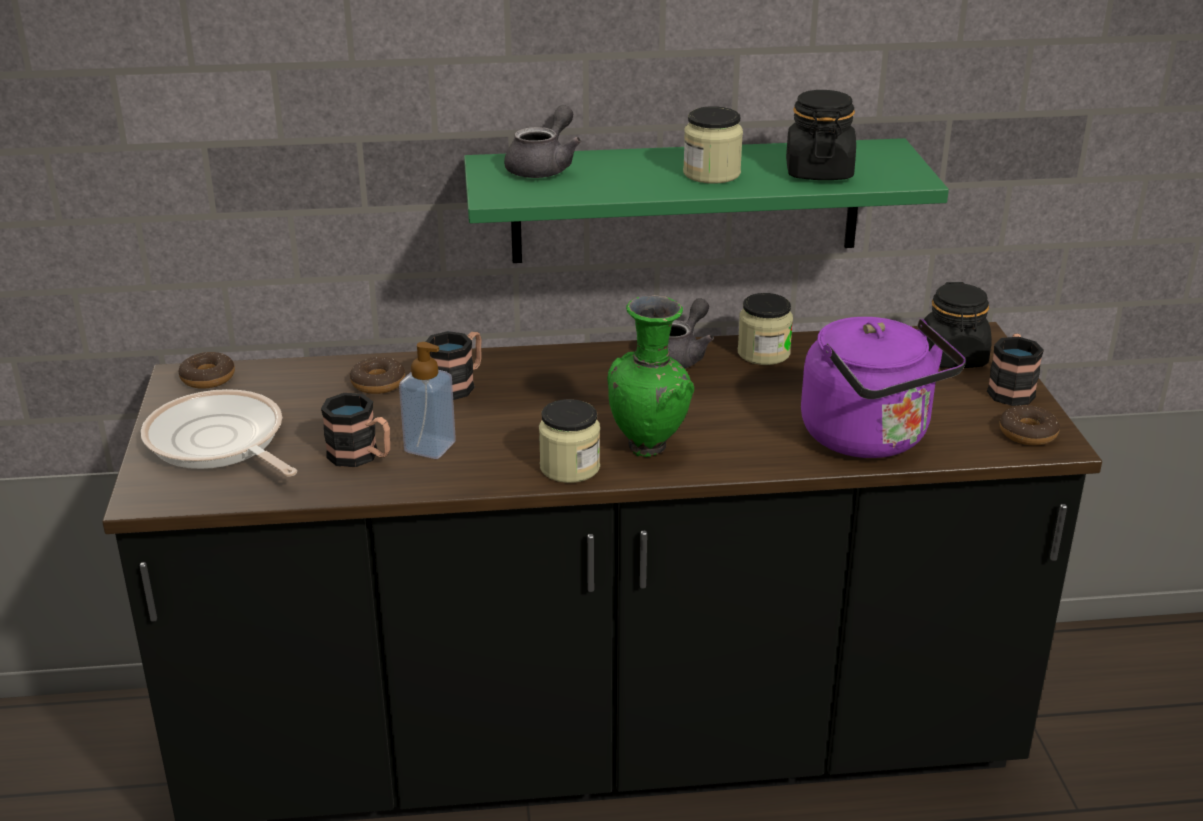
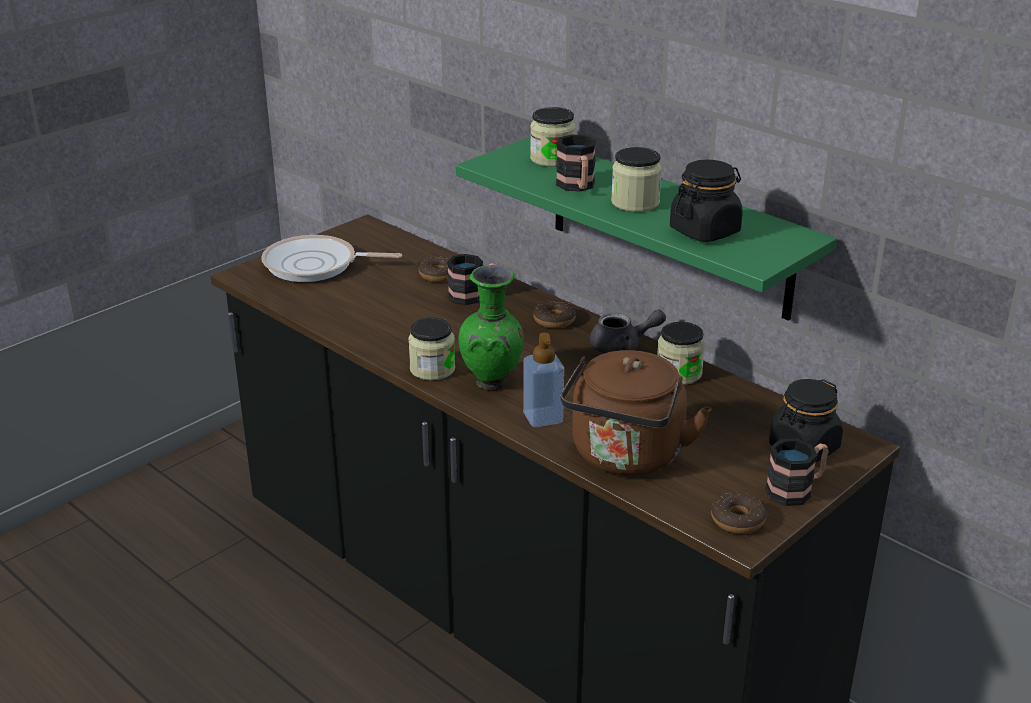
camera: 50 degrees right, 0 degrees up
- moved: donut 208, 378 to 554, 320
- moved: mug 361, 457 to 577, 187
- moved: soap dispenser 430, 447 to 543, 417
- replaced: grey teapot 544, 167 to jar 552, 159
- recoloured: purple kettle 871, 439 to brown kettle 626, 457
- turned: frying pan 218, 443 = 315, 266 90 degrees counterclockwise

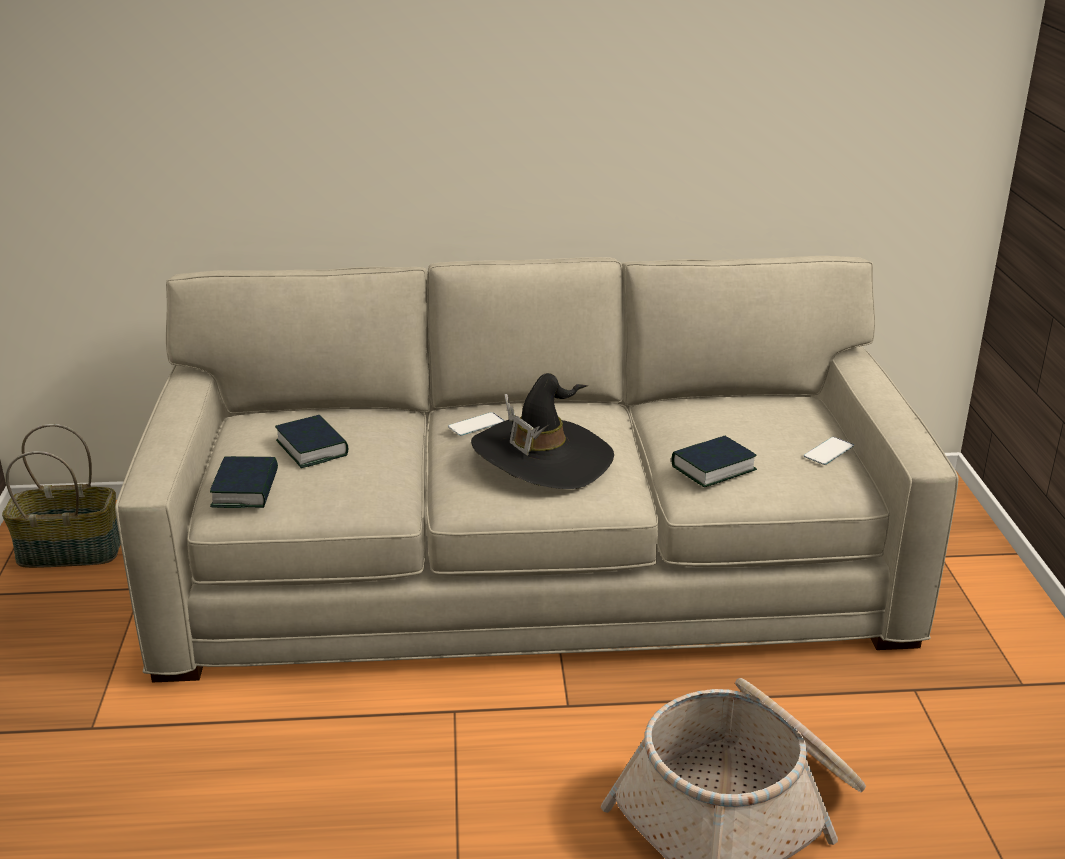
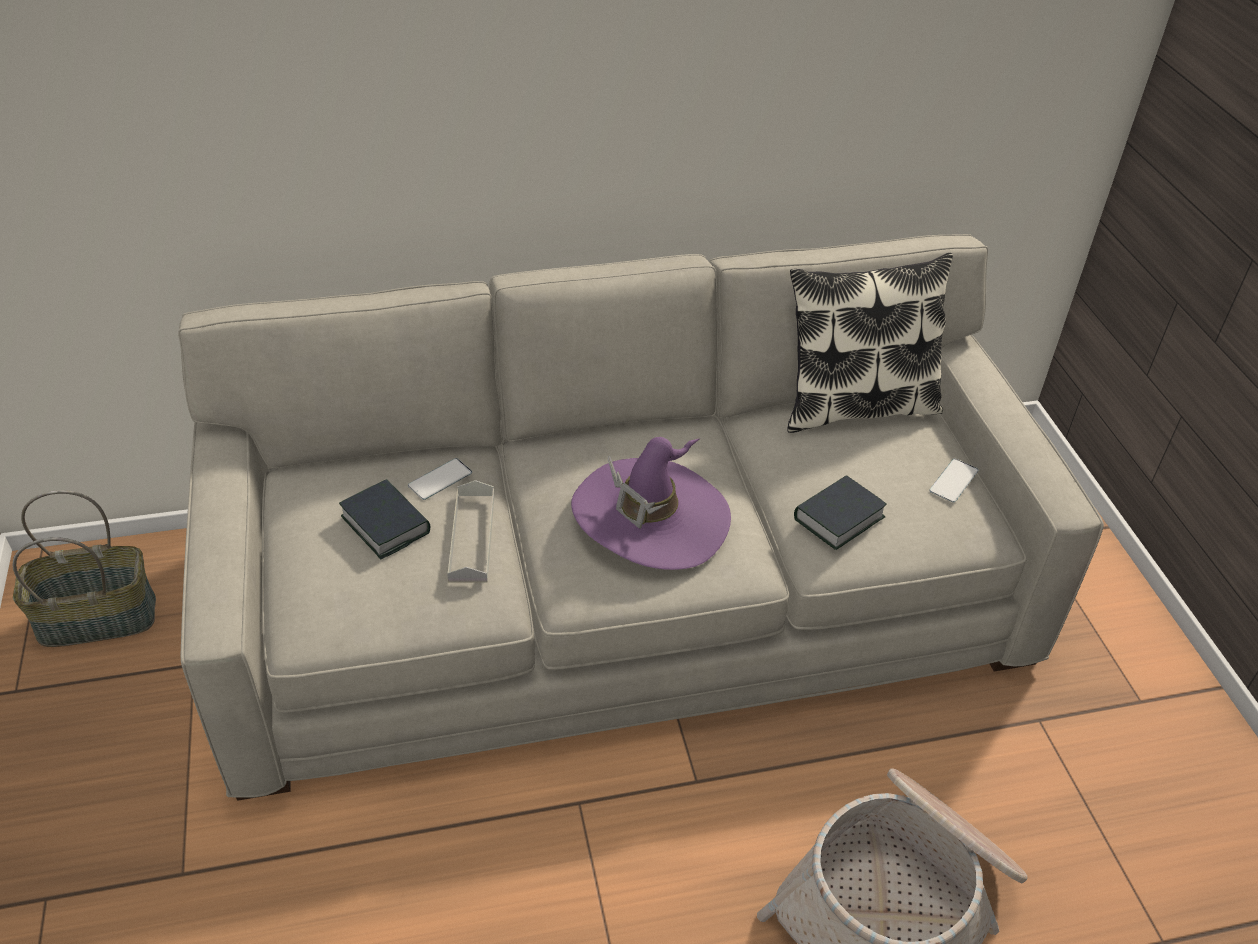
camera: 10 degrees left, 15 degrees up
- removed: book 246, 489
- added: grey tray 472, 537
- added: pillow 856, 405
- moved: phone 476, 424 to 440, 479
- recoloured: black hat 542, 457 to purple hat 650, 517

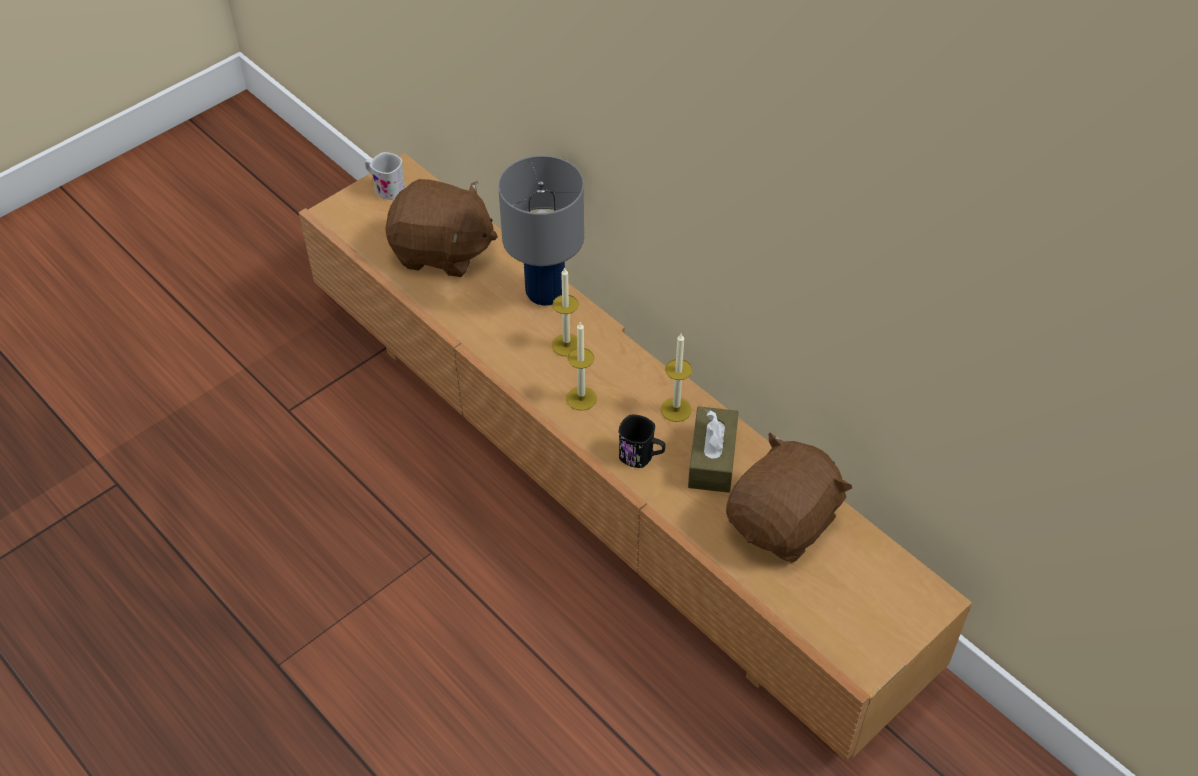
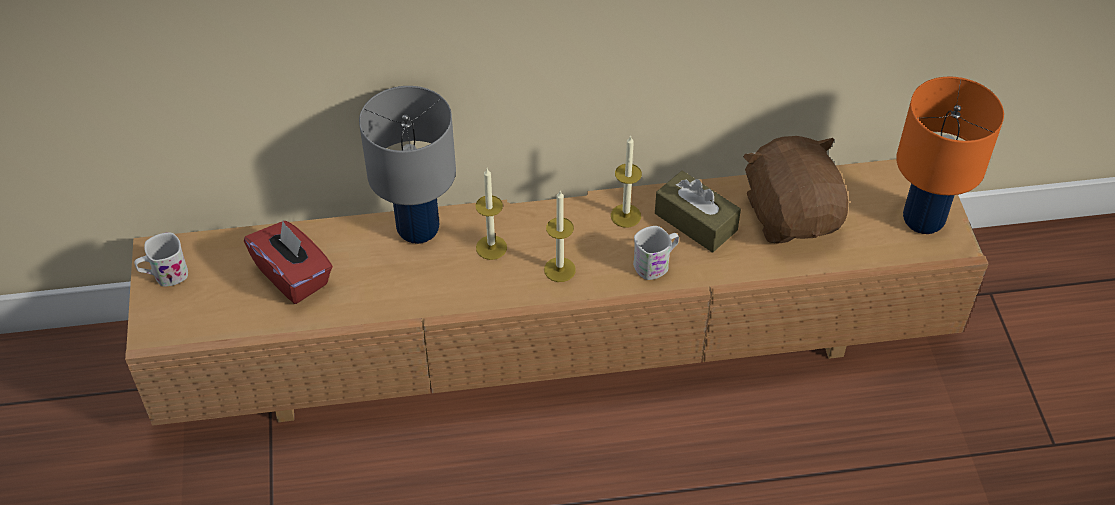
camera: 55 degrees left, 0 degrees up
- added: orange table lamp 920, 219
- replaced: brown plush toy 442, 252 to red tissue box 293, 276
- recoloured: black mug 641, 456 to white mug 656, 264

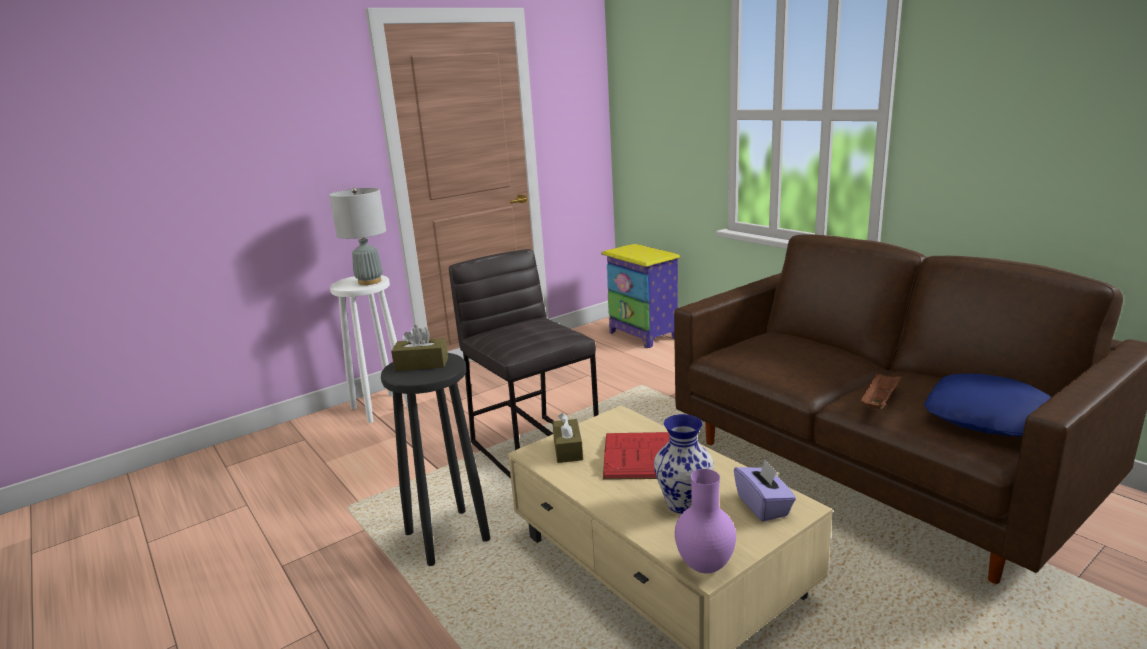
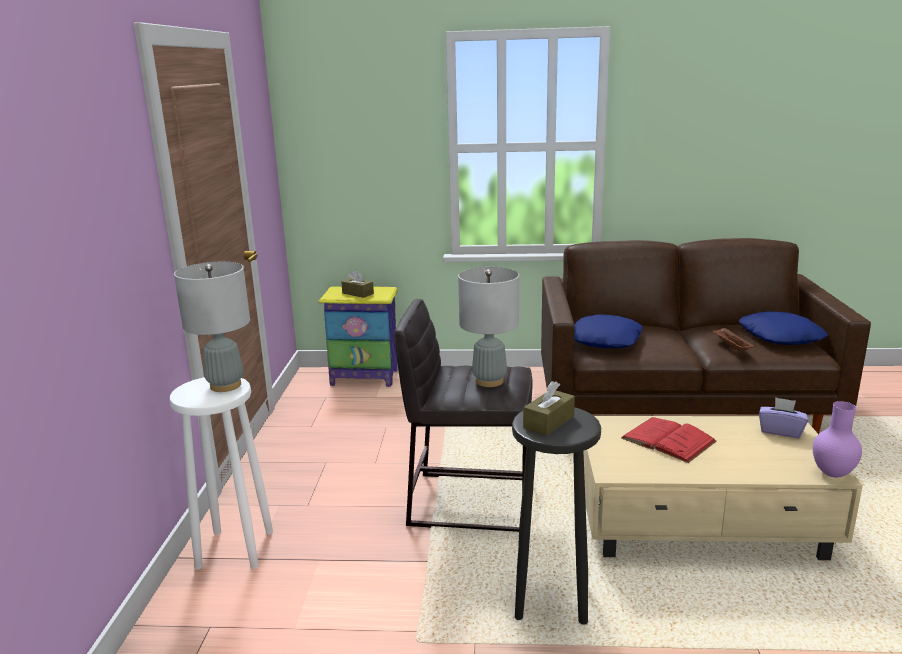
camera: 50 degrees left, 0 degrees up
- removed: vase 684, 504
- added: grey table lamp 489, 381
- added: blue pillow 605, 340
- moved: brown tissue box 568, 449 to 358, 293

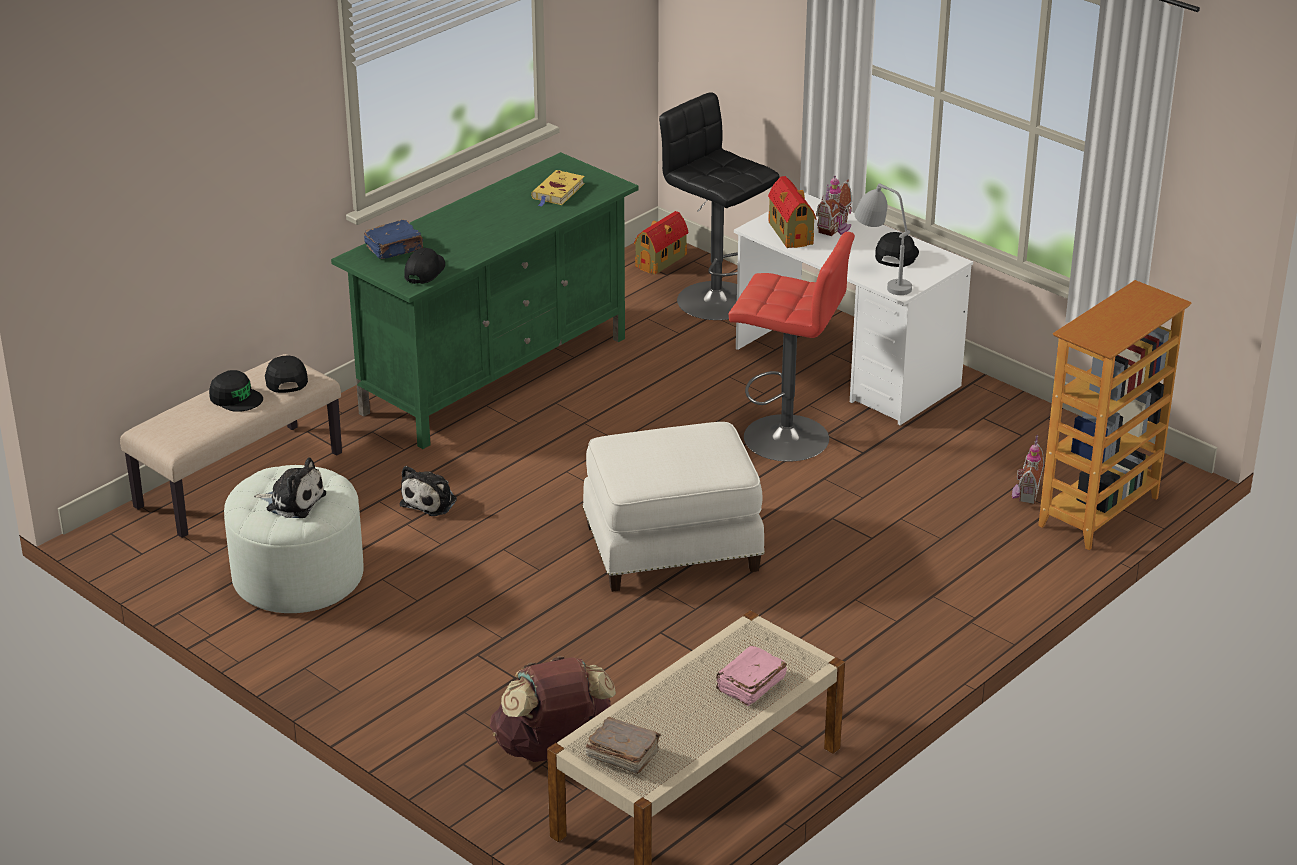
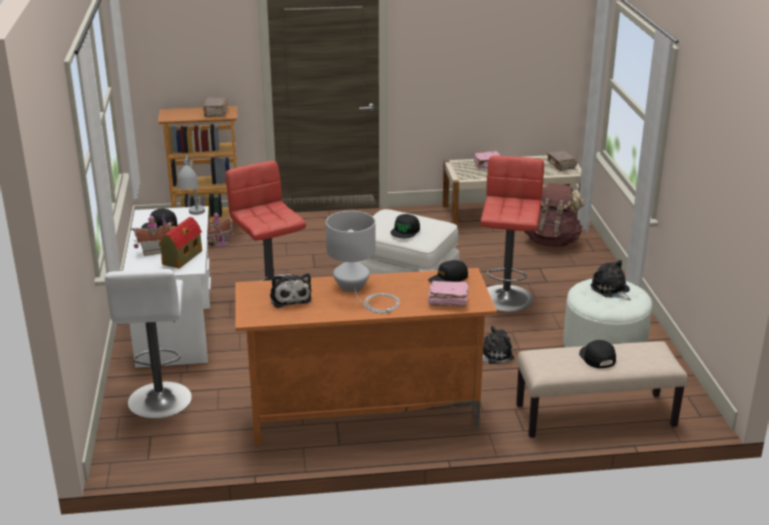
camera: 140 degrees left, 5 degrees down
- removed: toy house 662, 260
- added: brown book 215, 112
- added: grey table lamp 362, 292
- added: red stool 506, 298
- moved: black cap 285, 379 to 405, 231
- replaced: yellow book 557, 192 to plush toy 290, 297
- recoloured: green dresser 495, 375 to orange dresser 364, 414
- recoloured: blue book 395, 249 to pink book 447, 300
- recoloured: black stool 715, 300 to white stool 159, 400

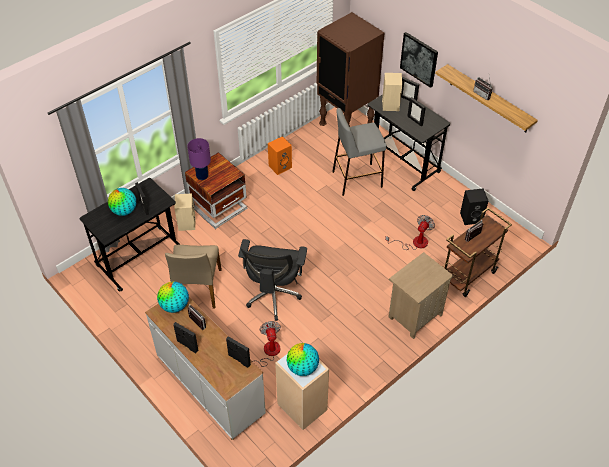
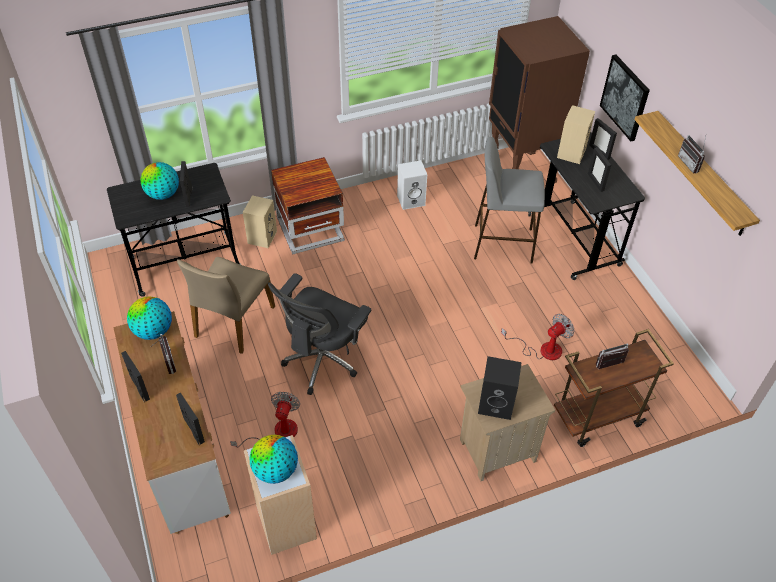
camera: 20 degrees right, 0 degrees up
- removed: purple table lamp 202, 177
- moved: black speaker 471, 217 to 497, 404
- recoloured: orange speaker 280, 166 to white speaker 411, 200

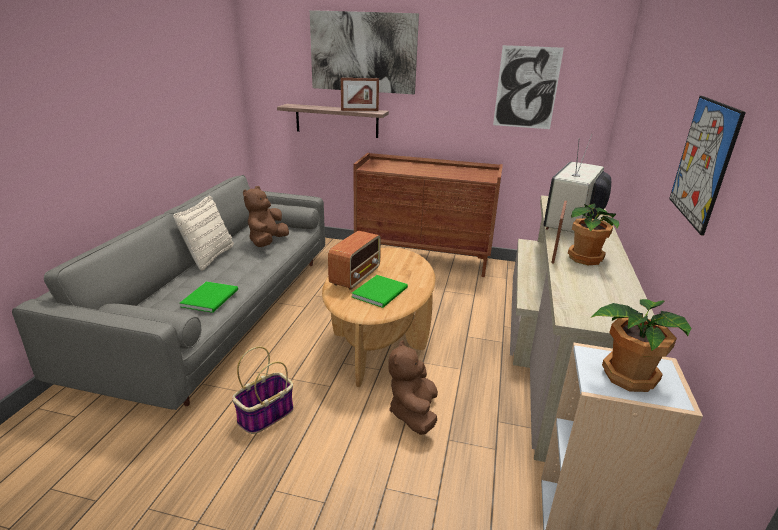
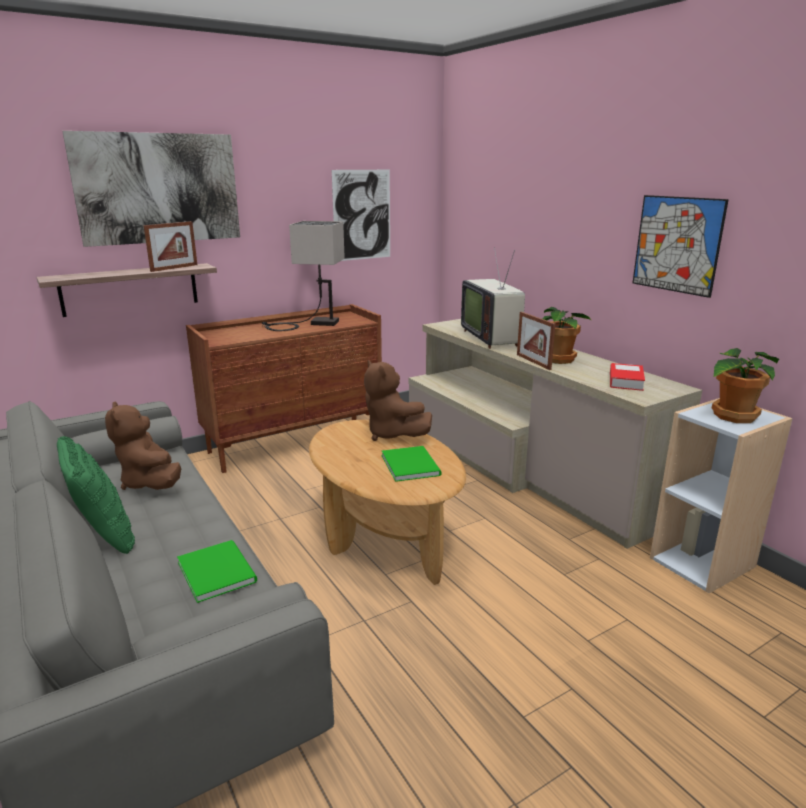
camera: 45 degrees left, 5 degrees down
- removed: basket 265, 415
- removed: radio 356, 276
- added: table lamp 306, 324
- added: book 625, 381
- moved: brown plush toy 413, 413 to 392, 434
- recoloured: beige pillow 209, 257 to green pillow 103, 535

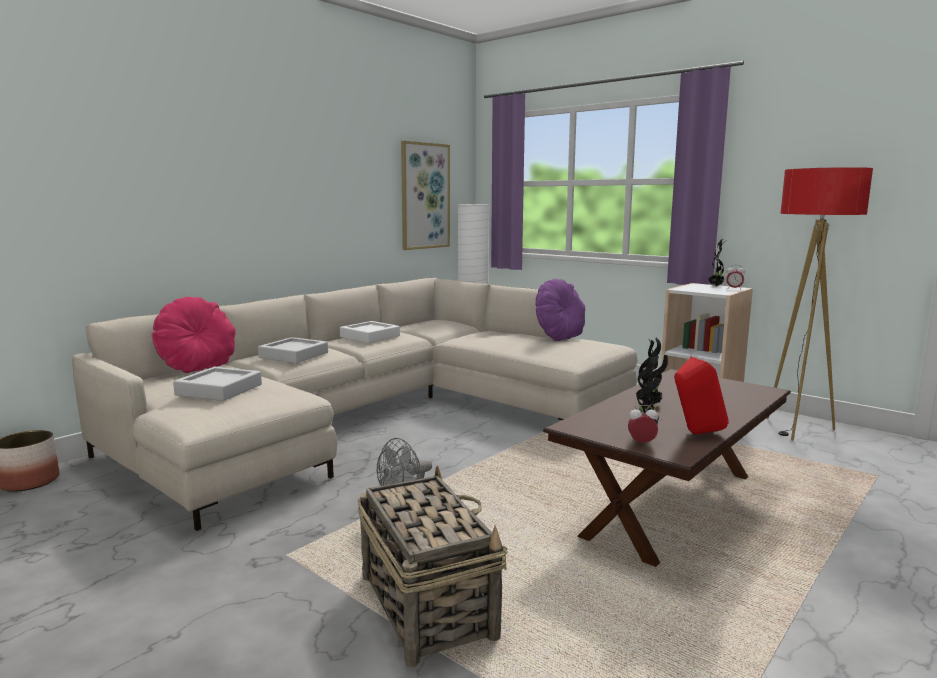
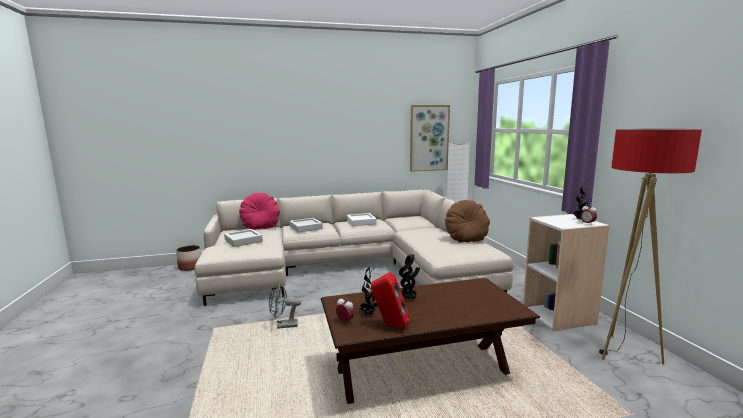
camera: 35 degrees right, 0 degrees up
- removed: basket 426, 604
- recoloured: purple pillow 559, 338 to brown pillow 466, 241

